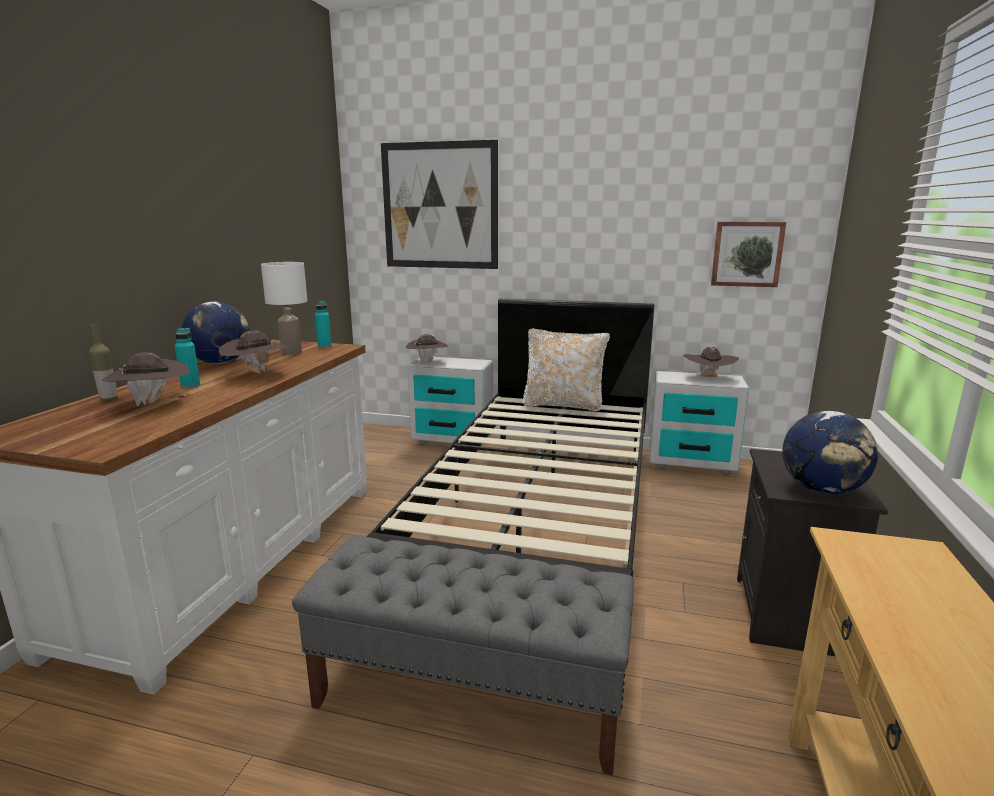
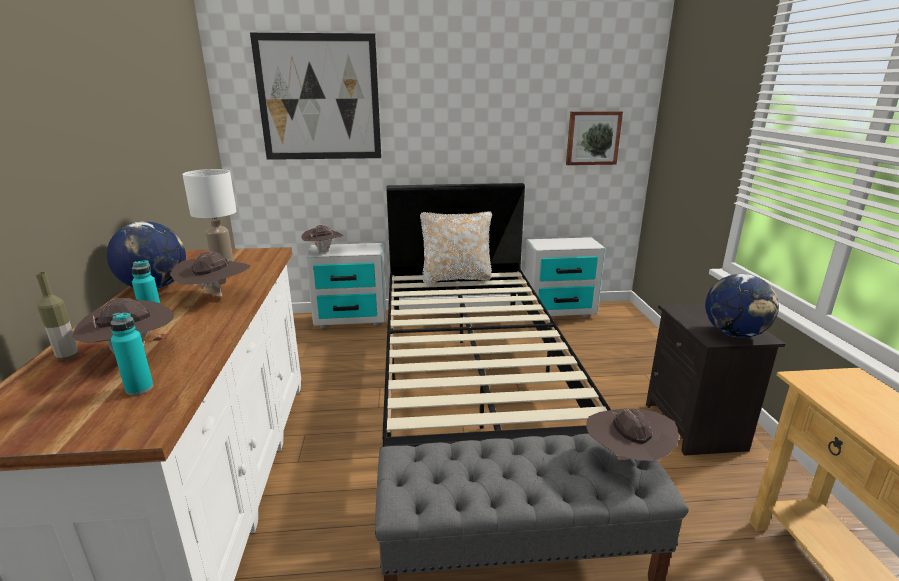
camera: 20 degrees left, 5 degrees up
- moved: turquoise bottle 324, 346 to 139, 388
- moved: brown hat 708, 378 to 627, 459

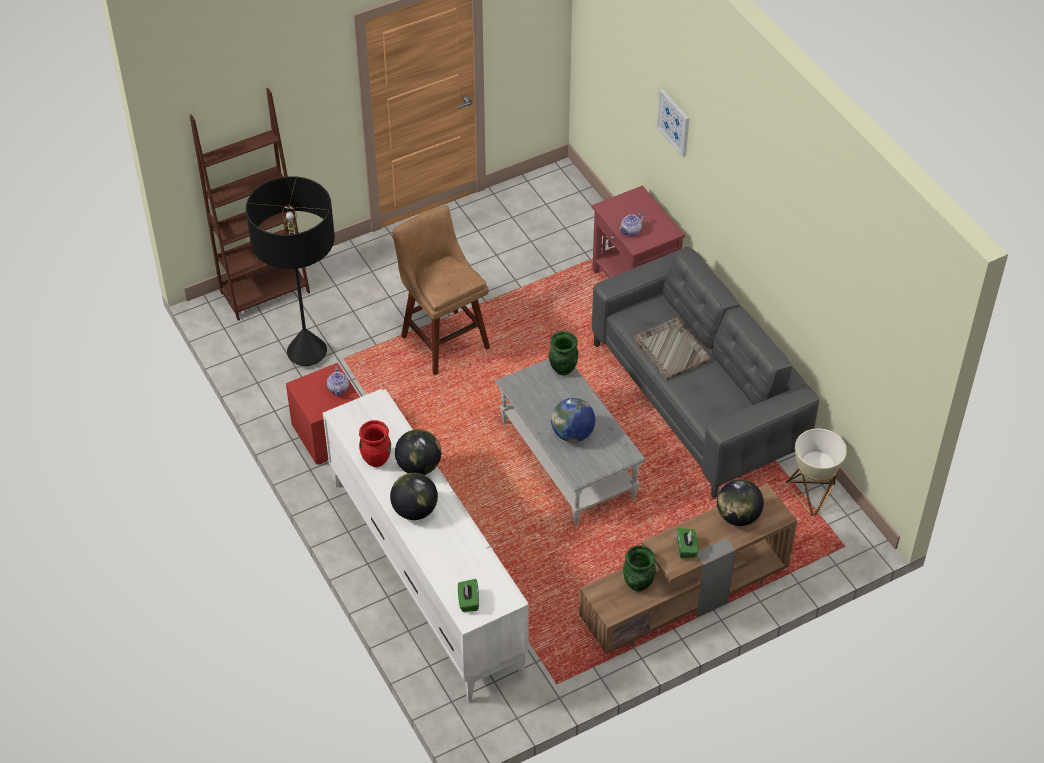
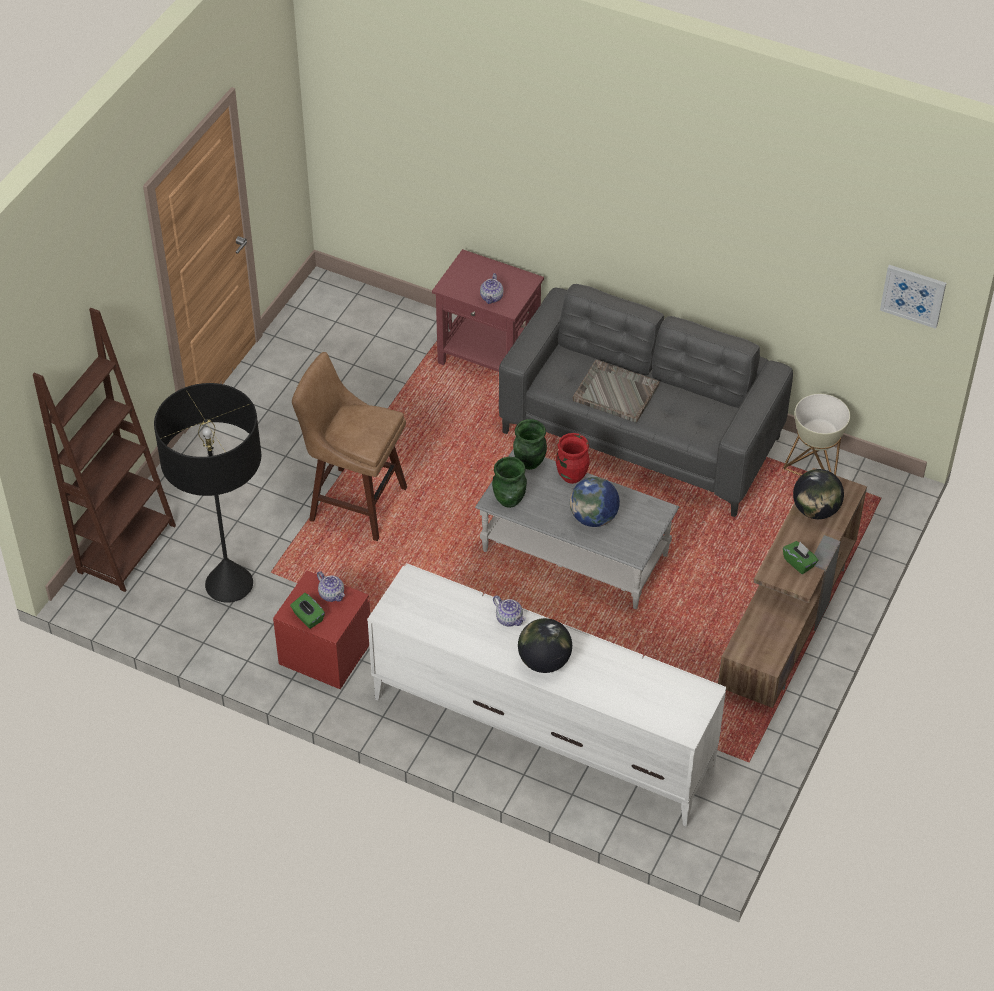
camera: 35 degrees left, 0 degrees up
- moved: red vase 376, 459 to 571, 476
- moved: green tissue box 468, 601 to 308, 617
- moved: green vase 638, 584 to 509, 500
- moved: picture 674, 122 to 913, 295
- replaced: globe 419, 466 to teapot 509, 619

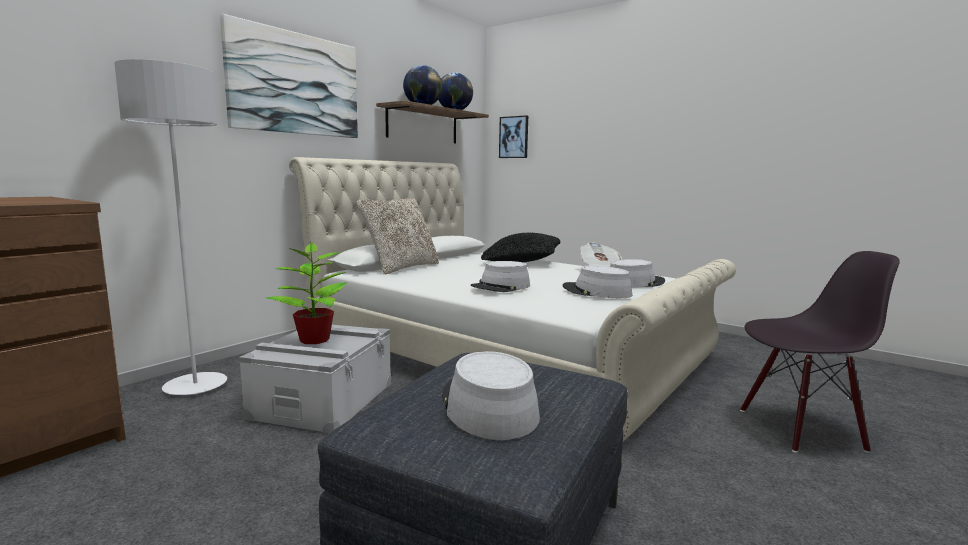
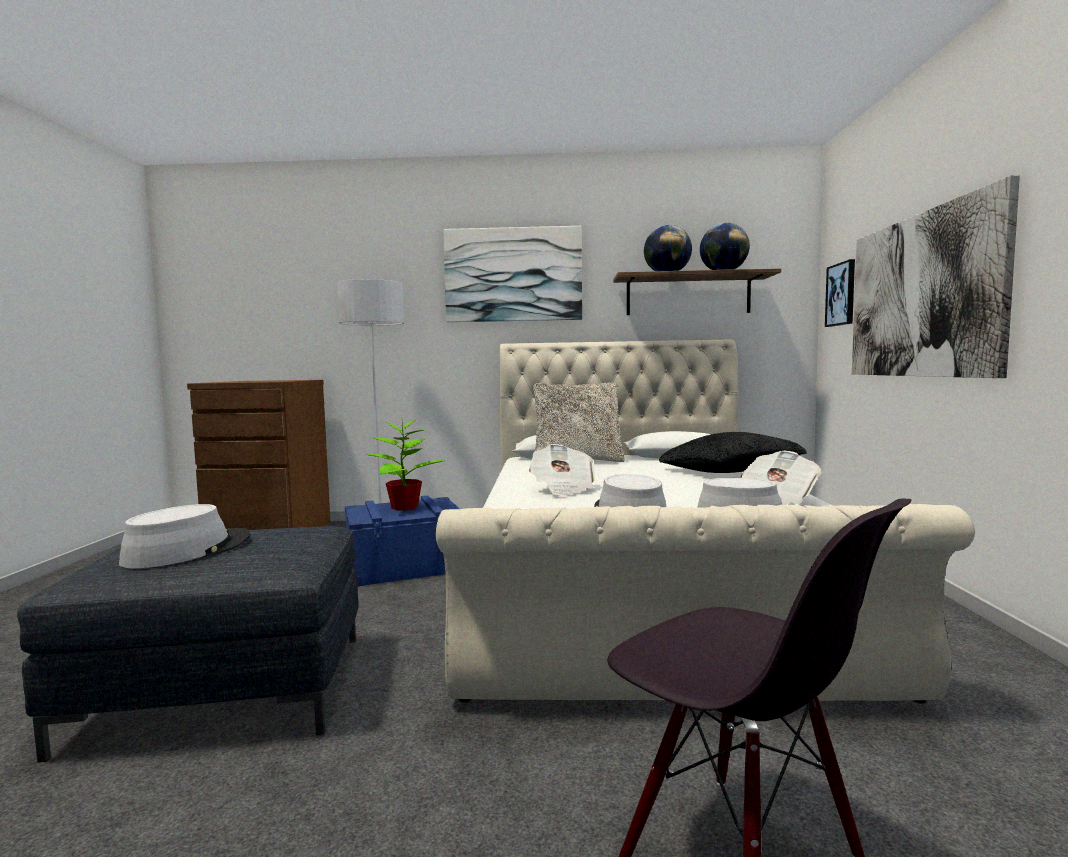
camera: 55 degrees right, 5 degrees down
- added: picture 921, 296
- replaced: grey hat 501, 287 to newspaper 562, 488
- recoloured: grey storage box 323, 400 to blue storage box 405, 565

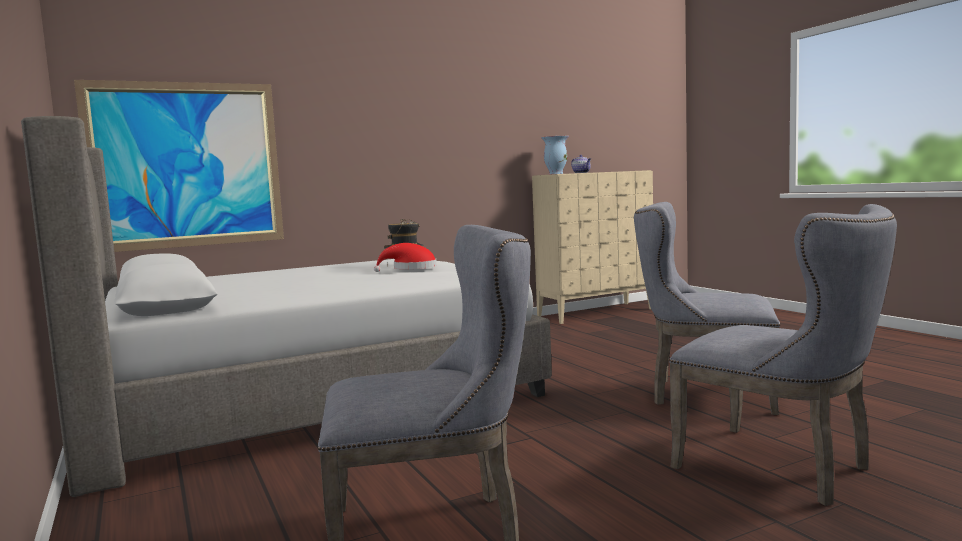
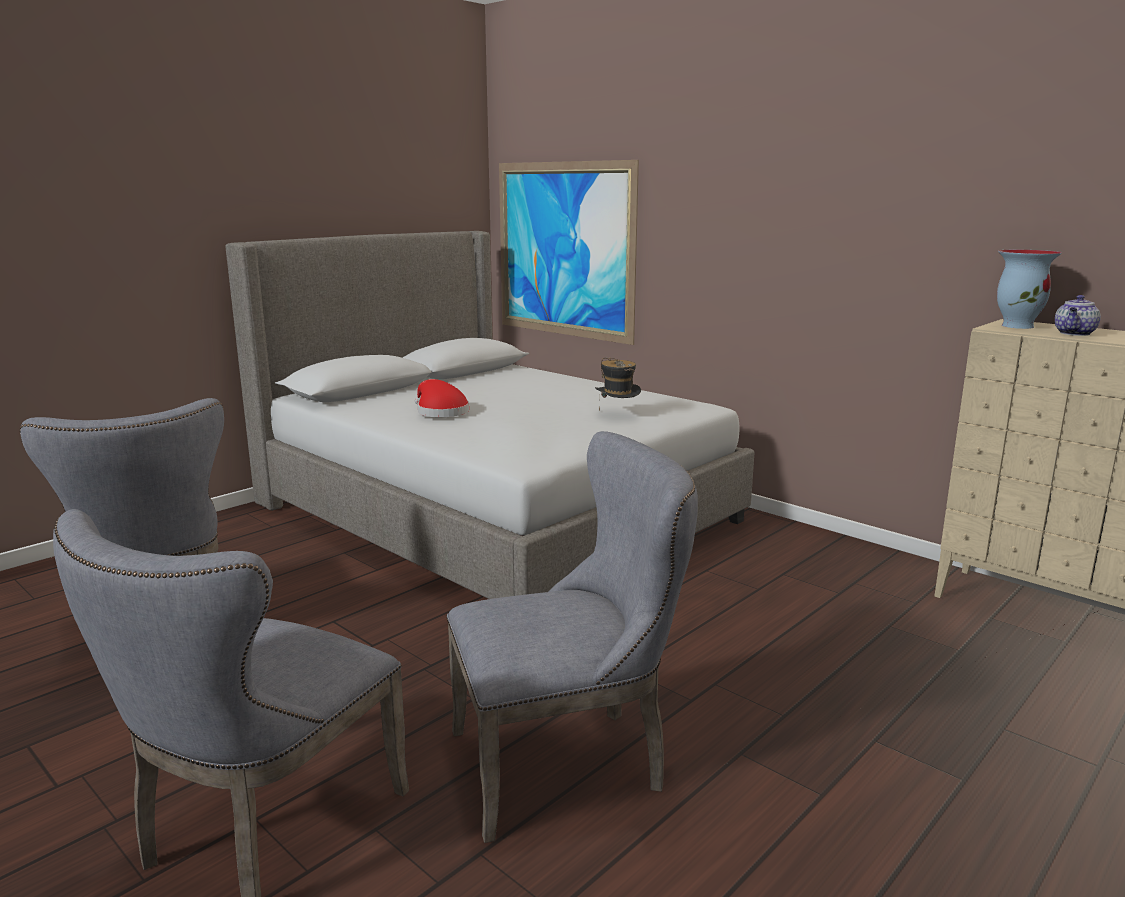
camera: 70 degrees right, 10 degrees up
- moved: red hat 411, 269 to 440, 412
- turned: grey chair 704, 394 = 570, 761 75 degrees clockwise

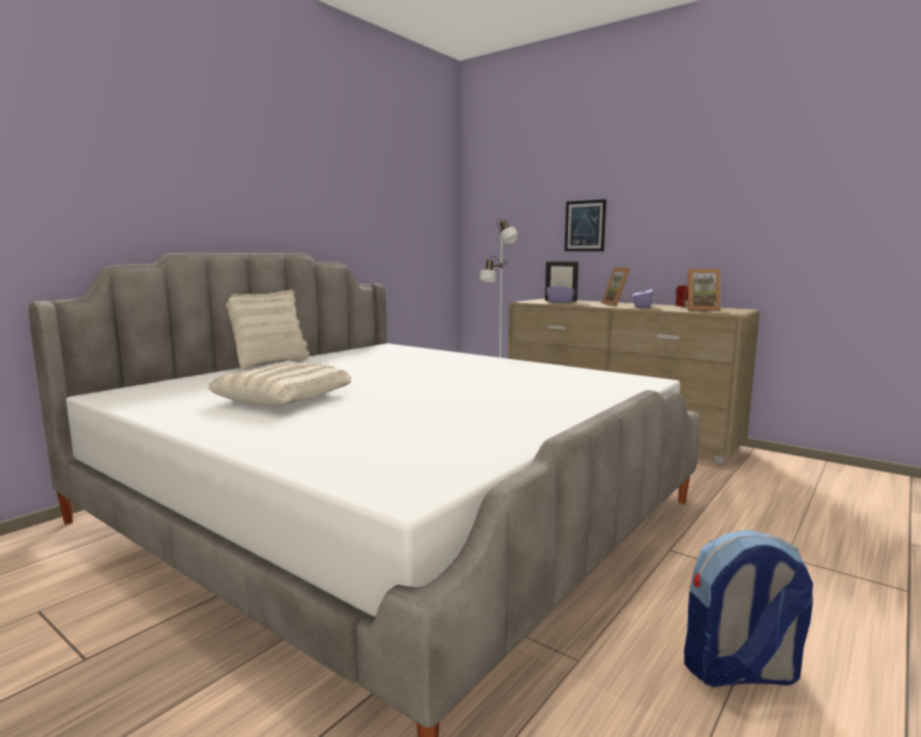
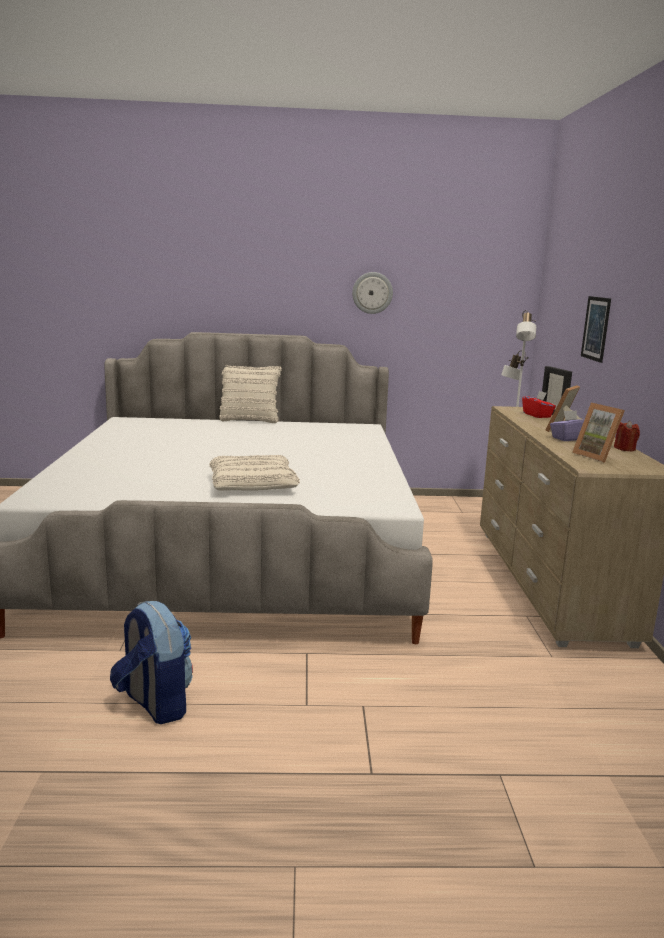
camera: 50 degrees right, 5 degrees up
- added: wall clock 372, 293
- moved: beige pillow 284, 398 to 253, 484
- recoloured: purple tissue box 560, 302 to red tissue box 537, 415

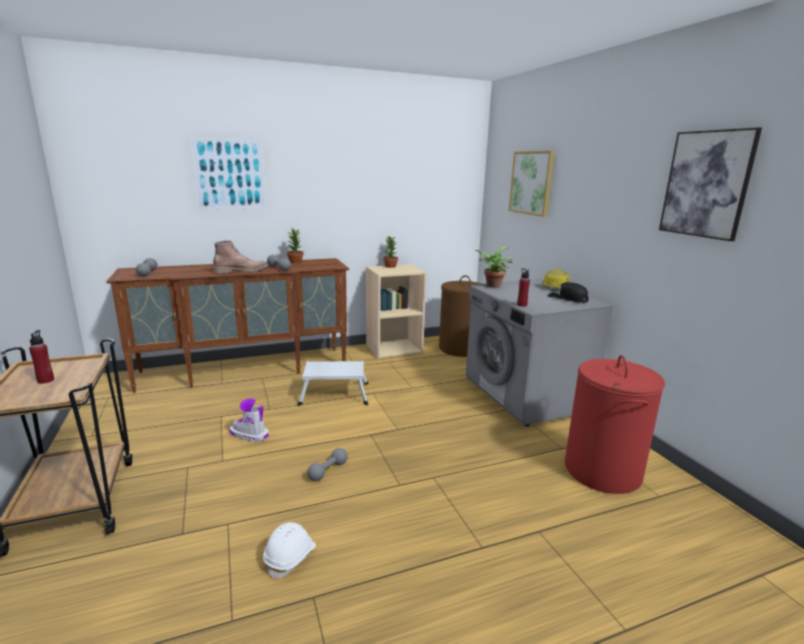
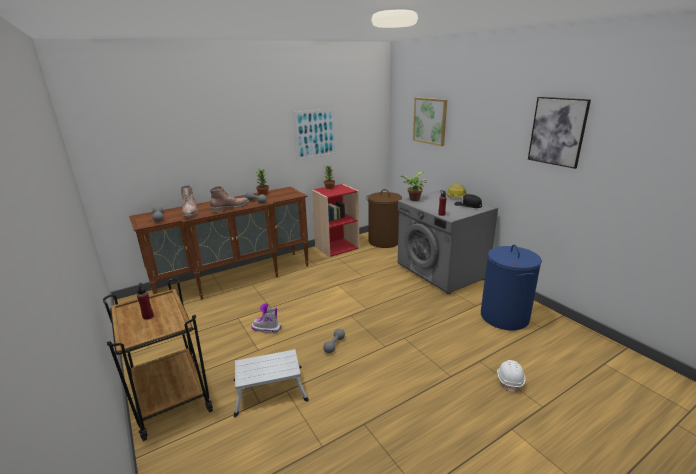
camera: 10 degrees left, 5 degrees up
- added: brown boot 190, 212
- moved: picture 229, 174 to 315, 134
- moved: white hard hat 290, 557 to 509, 380
- moved: white step ladder 334, 394 to 269, 390
- recoloured: beige bookcase 394, 348 to red bookcase 337, 247
- recoloured: red laundry basket 602, 471 to blue laundry basket 504, 317

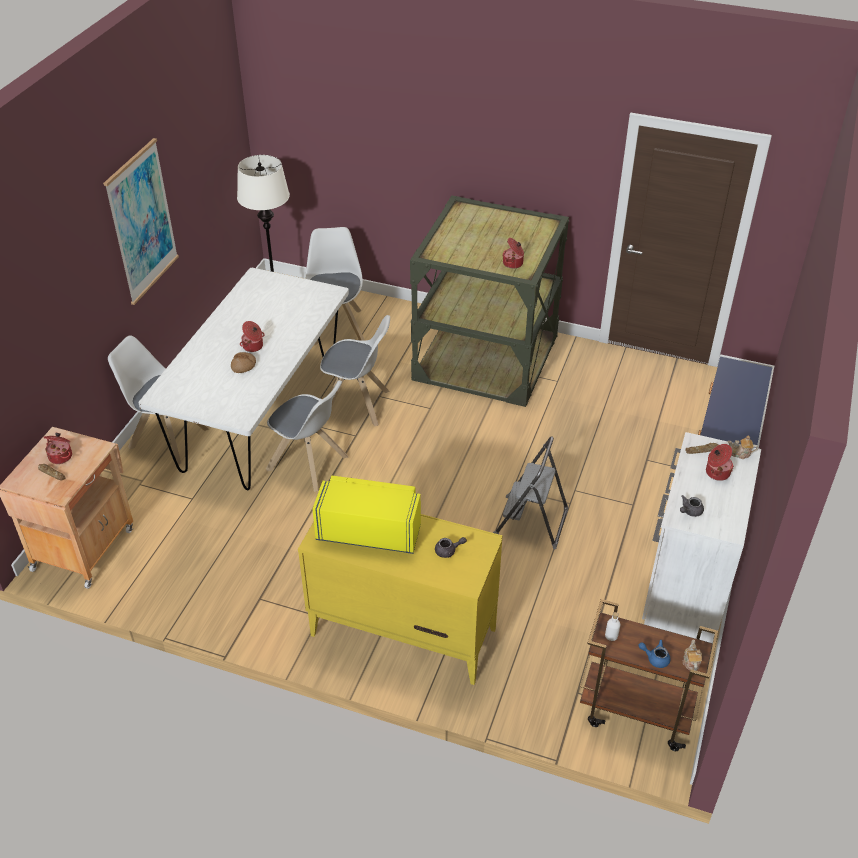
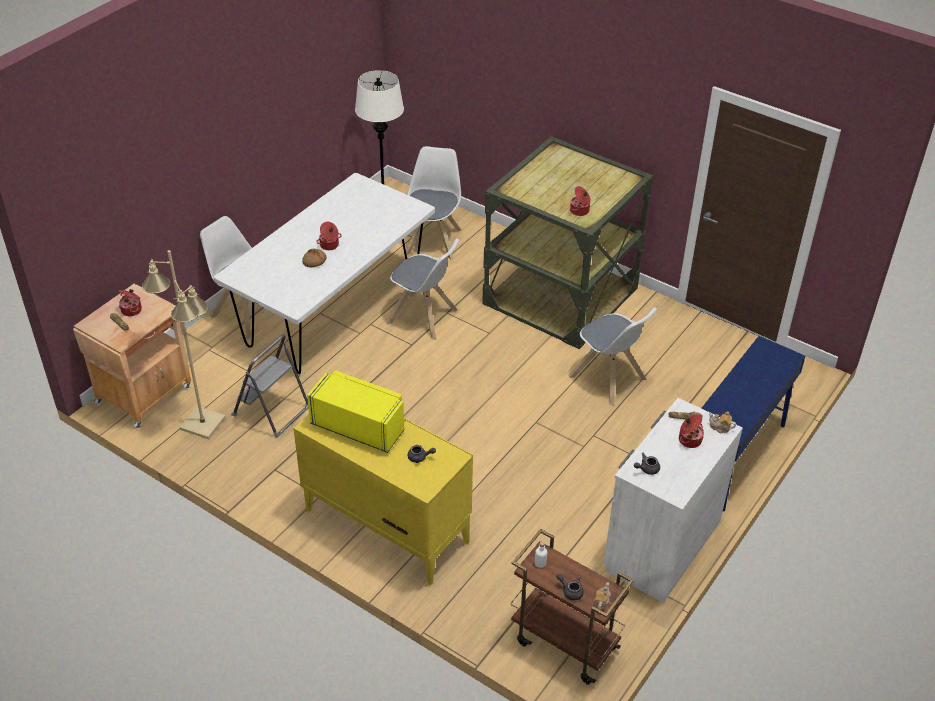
camera: 15 degrees right, 0 degrees up
- removed: picture 142, 222
- added: beige floor lamp 202, 423
- moved: chair 309, 464 to 609, 379
- moved: grey step ladder 534, 523 to 273, 412
- recoloured: blue teapot 655, 658 to grey teapot 570, 591

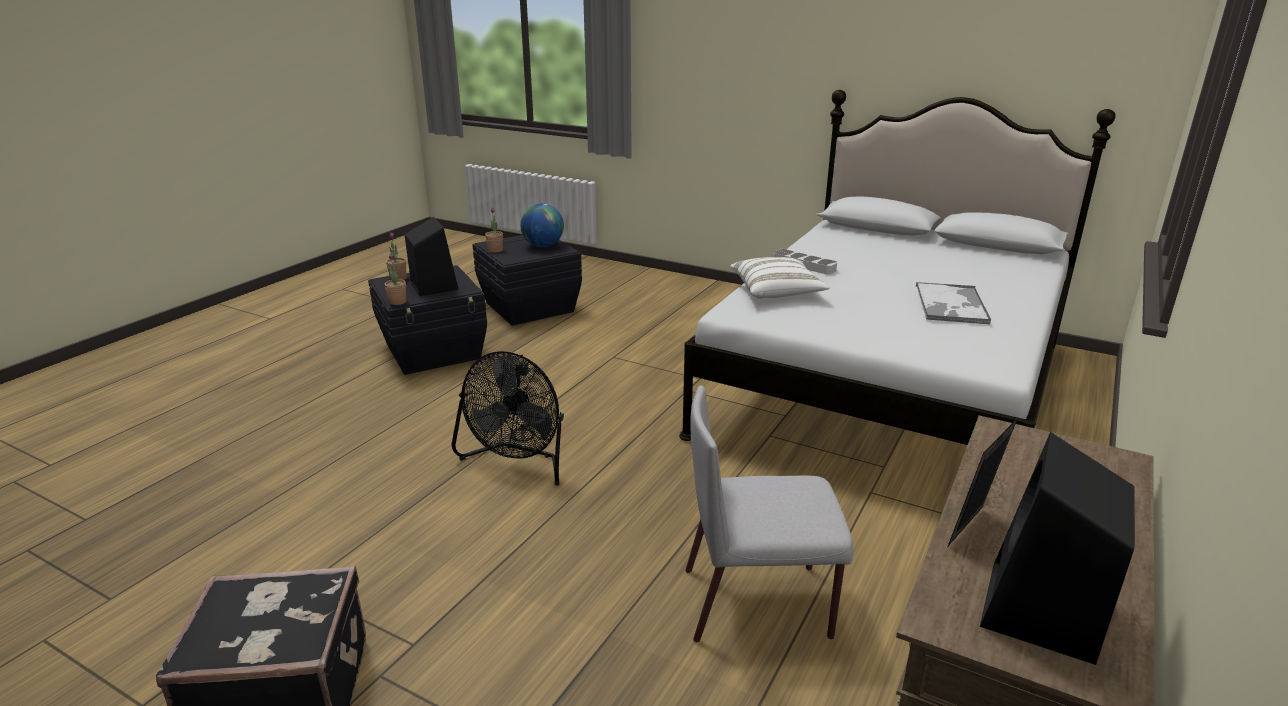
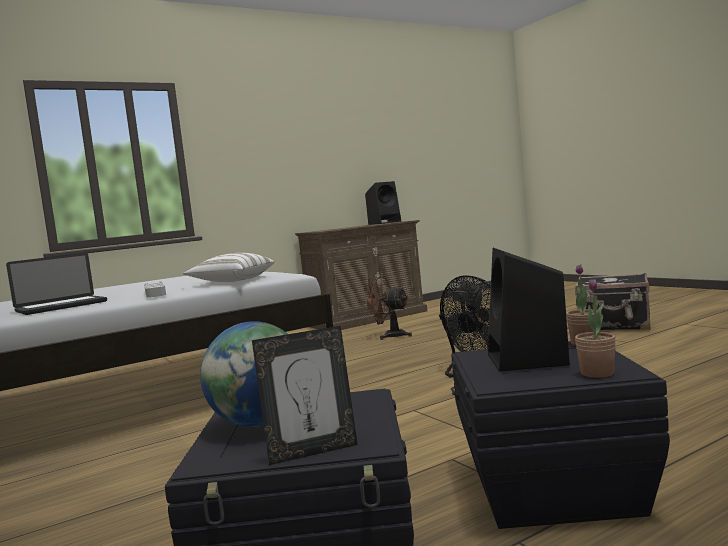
camera: 150 degrees left, 20 degrees down
- removed: potted plant 495, 250
- removed: tray 951, 305
- added: laptop 61, 307
- moved: picture frame 972, 529 to 312, 452
- replaced: grey chair 759, 602 to brown fan 389, 336

